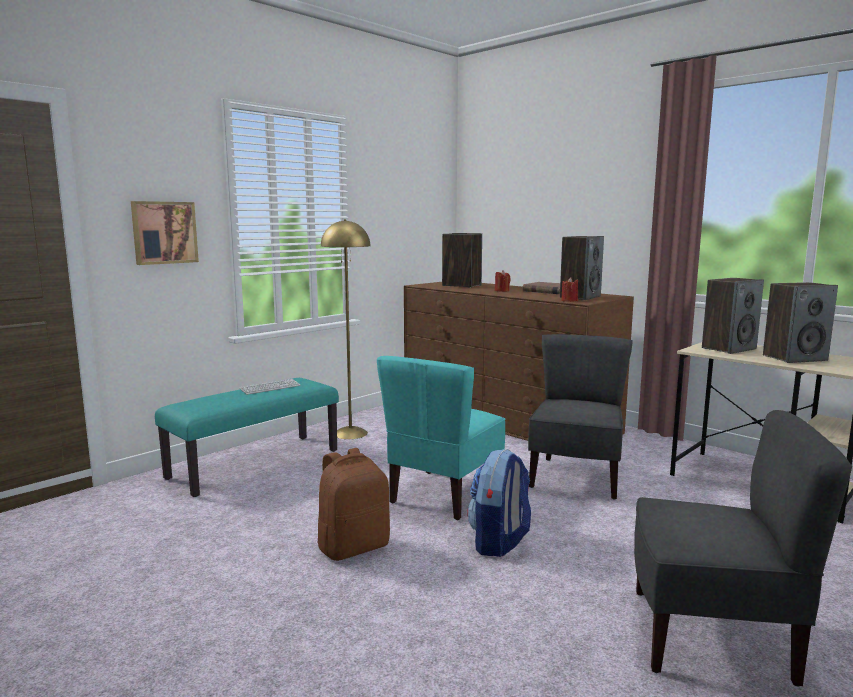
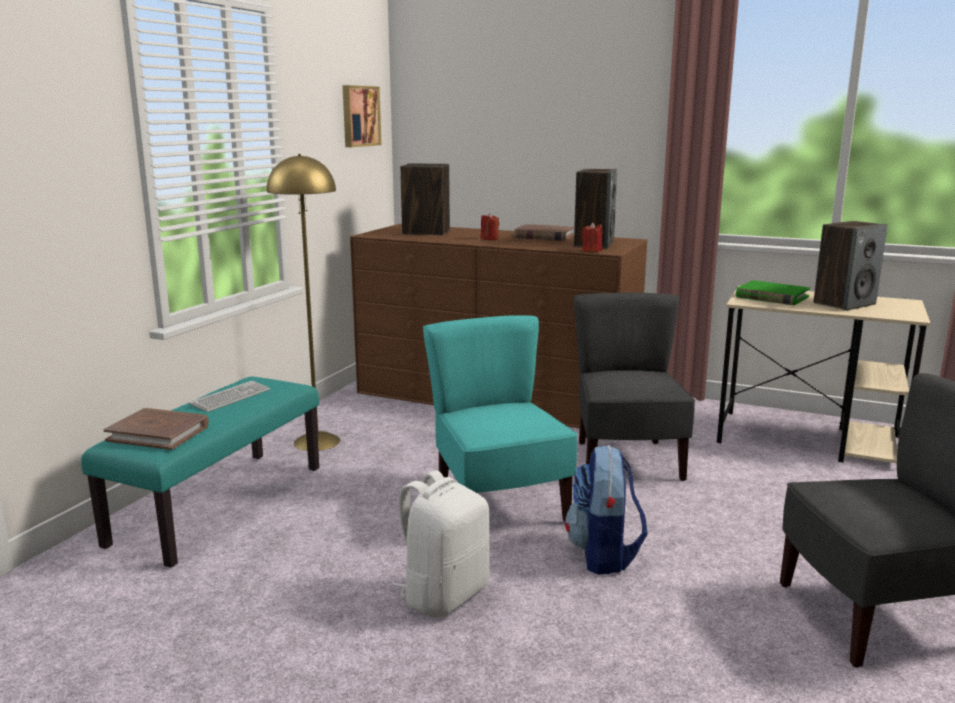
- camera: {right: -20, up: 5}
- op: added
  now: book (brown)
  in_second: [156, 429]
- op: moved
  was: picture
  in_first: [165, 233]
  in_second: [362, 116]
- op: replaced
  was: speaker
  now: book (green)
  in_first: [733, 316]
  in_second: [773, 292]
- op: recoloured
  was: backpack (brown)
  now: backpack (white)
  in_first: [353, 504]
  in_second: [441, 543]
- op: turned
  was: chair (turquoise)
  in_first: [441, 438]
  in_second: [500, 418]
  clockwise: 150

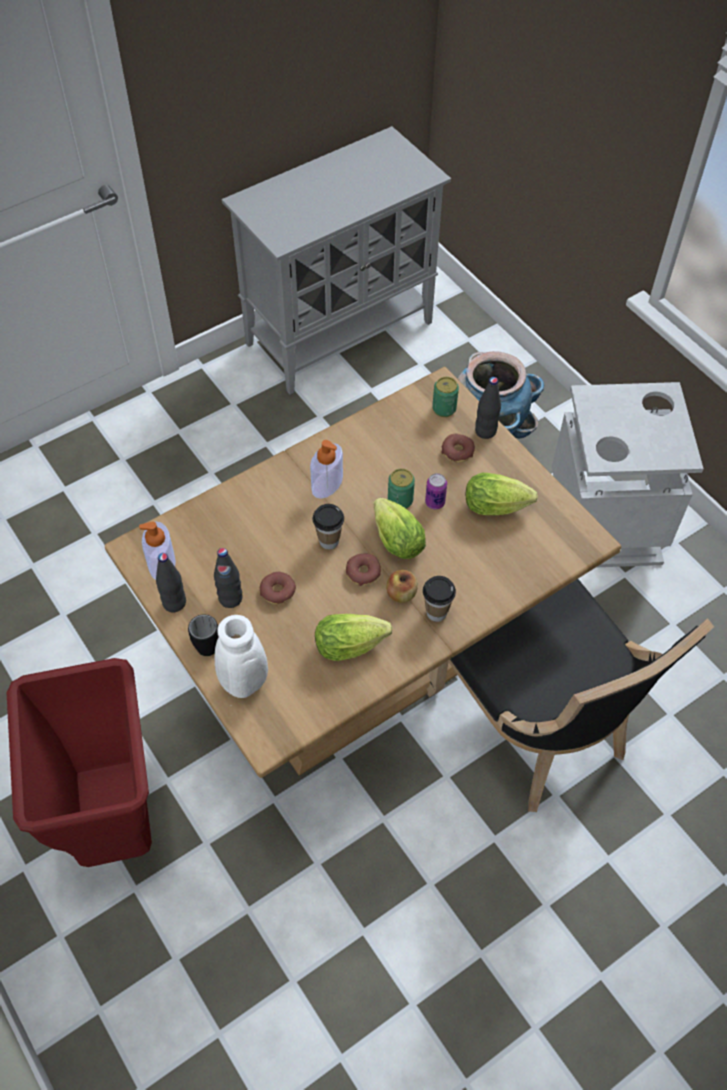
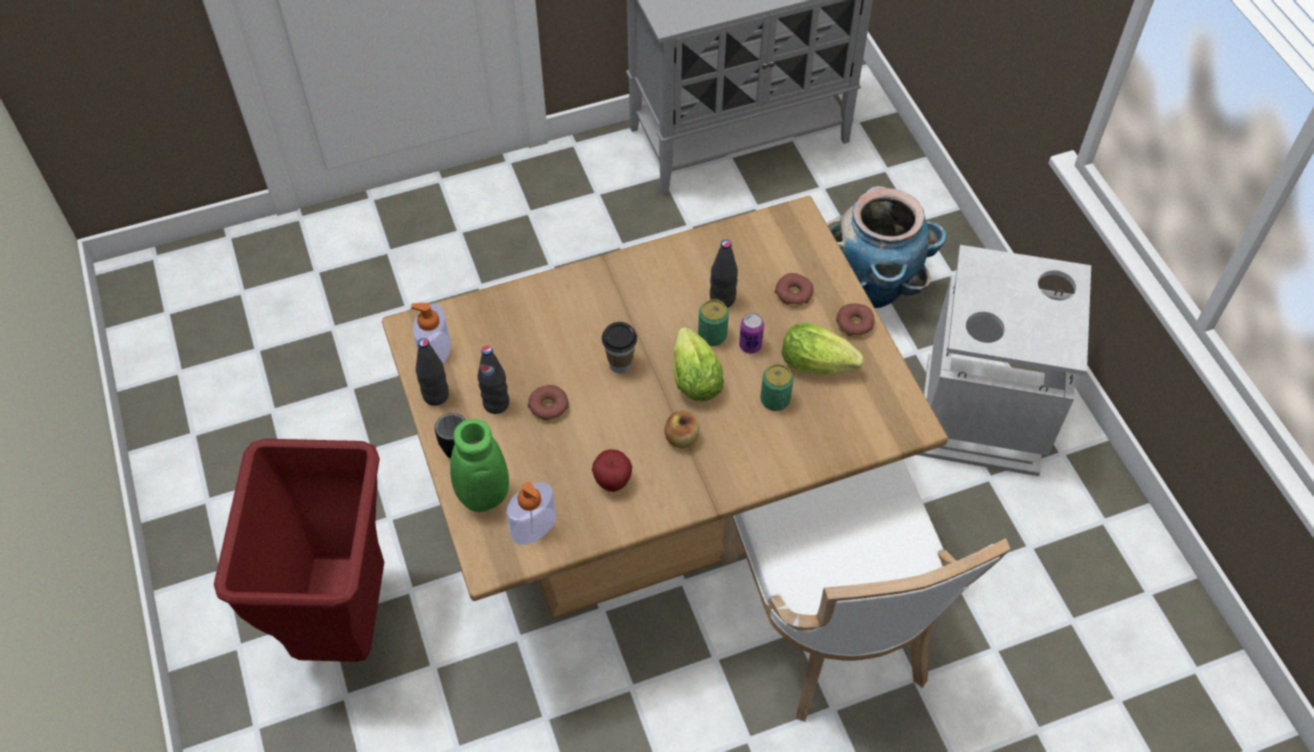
- camera: {right: 15, up: 0}
- op: removed
  was: cup
  in_first: [439, 599]
- op: moved
  was: soap dispenser
  in_first: [326, 469]
  in_second: [531, 513]
- op: moved
  was: donut
  in_first: [363, 570]
  in_second: [855, 320]
- op: moved
  was: can
  in_first: [445, 397]
  in_second: [777, 387]
- op: moved
  was: bottle (black)
  in_first: [488, 408]
  in_second: [724, 273]
- op: replaced
  was: lettuce
  now: apple
  in_first: [353, 637]
  in_second: [612, 470]
- op: recoloured
  was: vase (white)
  now: vase (green)
  in_first: [241, 656]
  in_second: [475, 466]
- op: recoloured
  was: chair (black)
  now: chair (white)
  in_first: [570, 695]
  in_second: [865, 590]

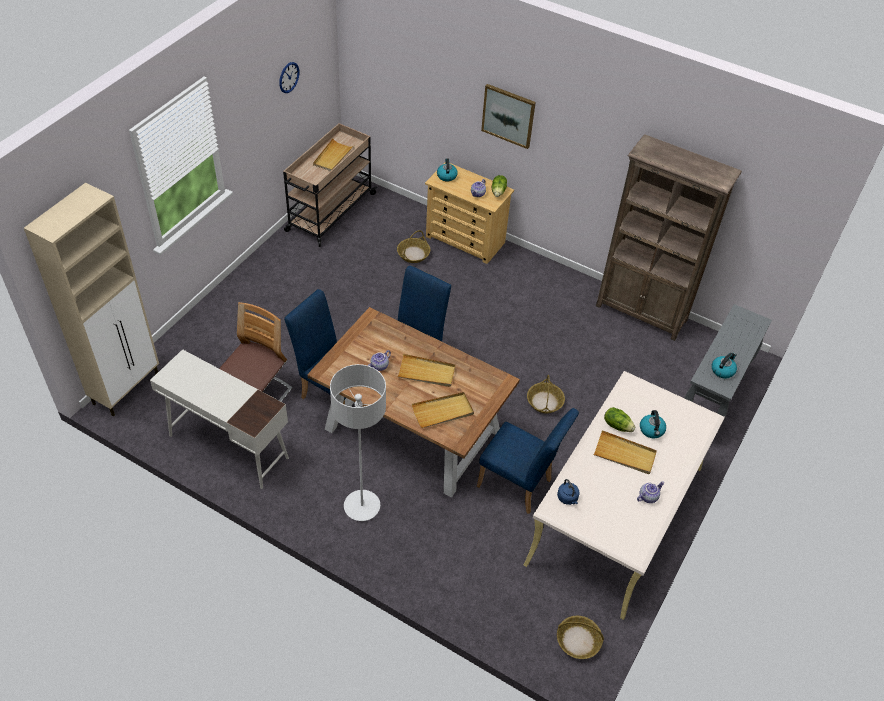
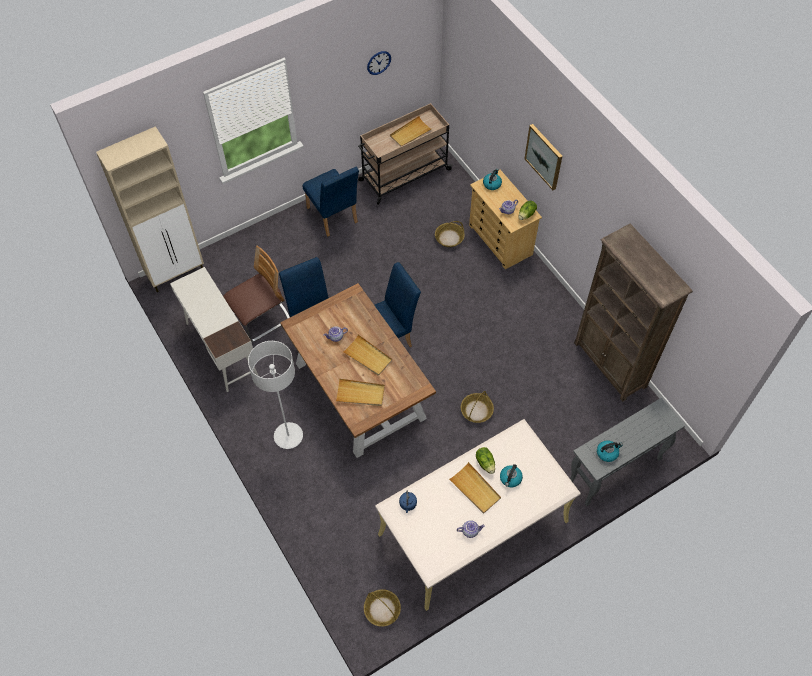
- camera: {right: 30, up: 10}
- op: moved
  was: chair (blue)
  in_first: [528, 461]
  in_second: [331, 202]

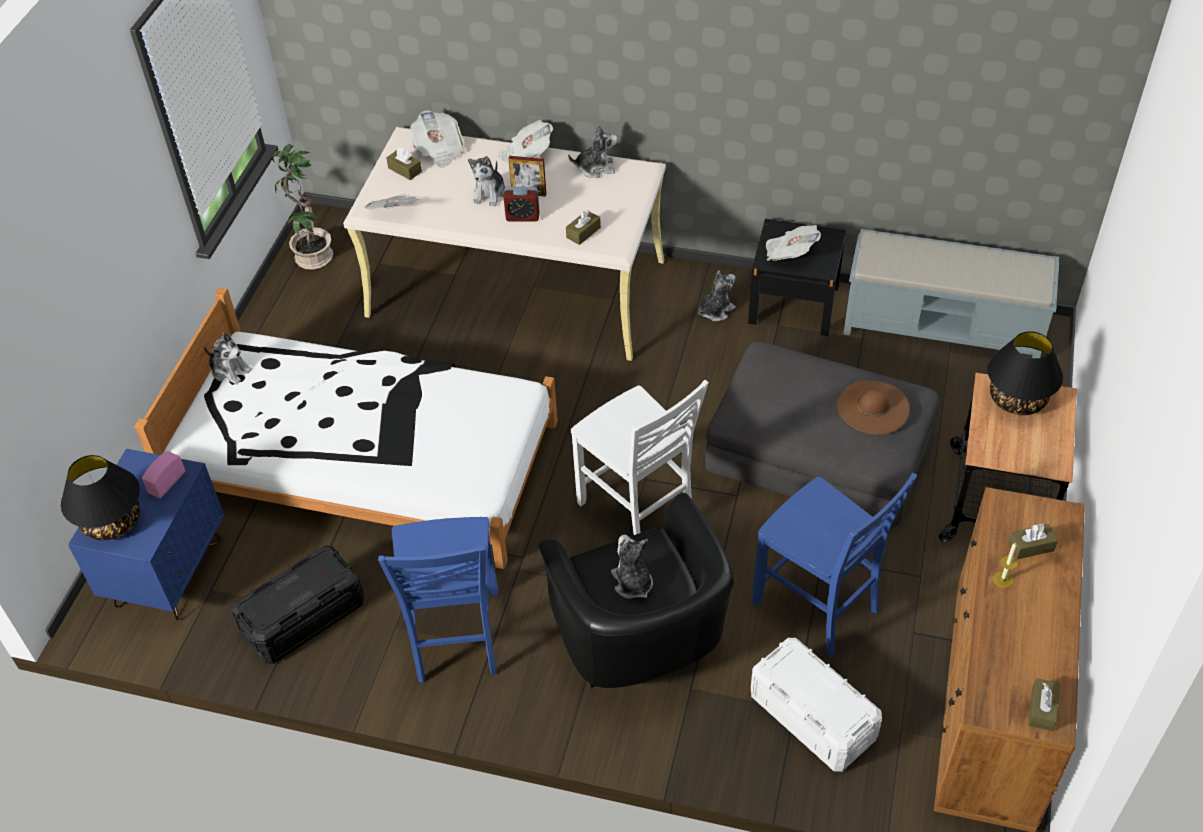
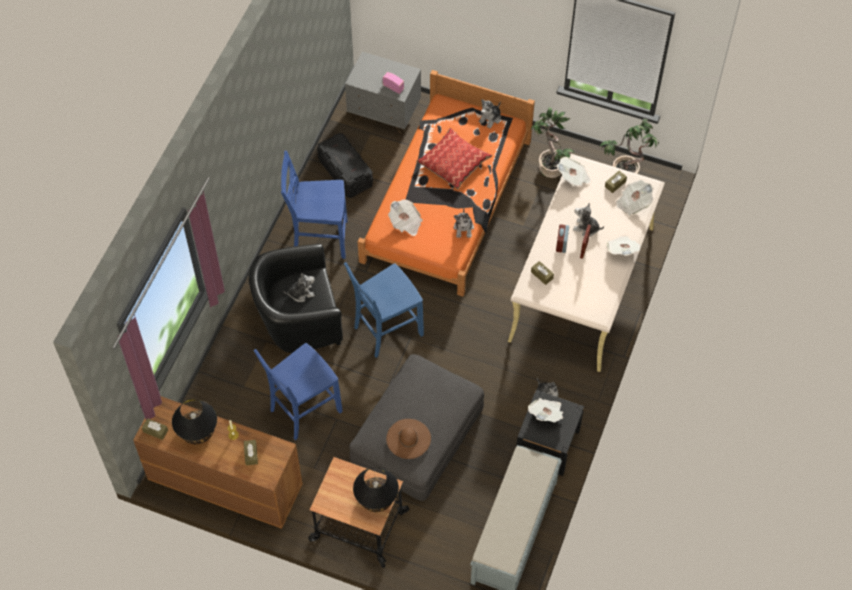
- camera: {right: 95, up: 10}
- op: removed
  was: storage box (white)
  in_first: [816, 705]
- op: added
  now: newspaper
  in_second: [405, 217]
- op: added
  now: pillow
  in_second: [454, 159]
- op: added
  now: potted plant
  in_second: [552, 142]
- op: moved
  was: table lamp (black)
  in_first: [100, 497]
  in_second: [194, 421]
- op: moved
  was: plush toy
  in_first: [593, 151]
  in_second: [464, 223]
- op: recoloured
  was: nightstand (blue)
  now: nightstand (grey)
  in_first: [146, 534]
  in_second: [383, 93]
- op: recoloured
  was: bed (white)
  now: bed (orange)
  in_first: [346, 428]
  in_second: [446, 183]
- op: recoloured
  was: chair (white)
  now: chair (blue)
  in_first: [640, 457]
  in_second: [384, 310]

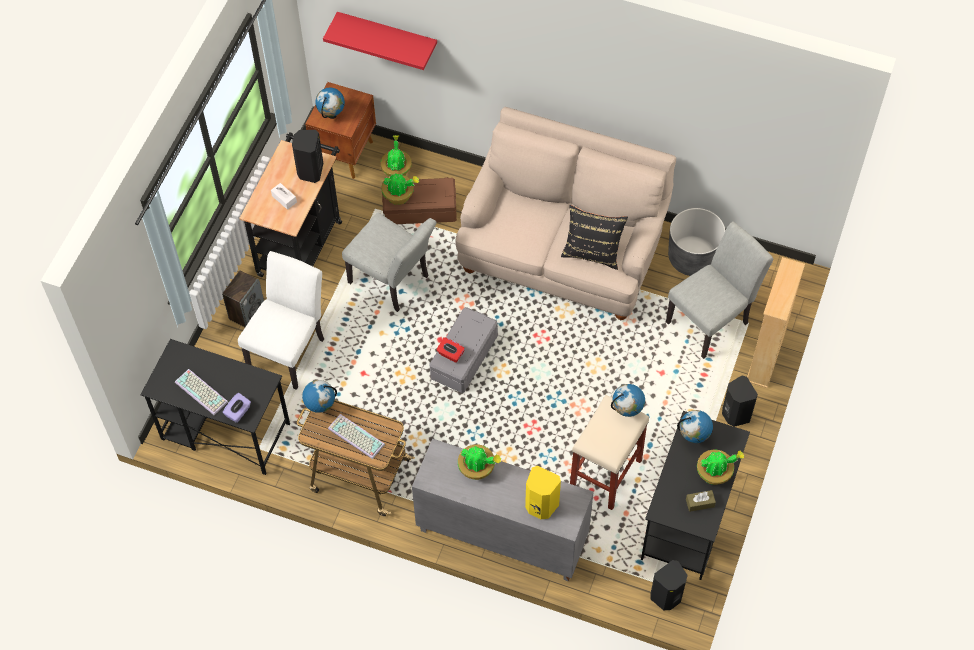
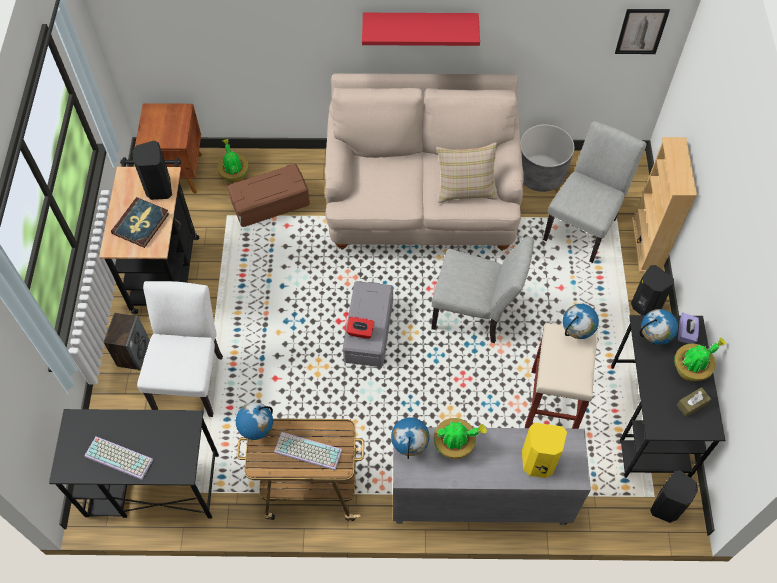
- camera: {right: -20, up: 0}
- op: removed
  was: potted plant
  in_first: [400, 189]
- op: added
  now: picture
  in_second: [642, 31]
- op: moved
  was: tissue box (purple)
  in_first: [236, 408]
  in_second: [688, 328]
- op: moved
  was: globe
  in_first: [330, 103]
  in_second: [410, 438]
- op: moved
  was: shelf (red)
  in_first: [380, 41]
  in_second: [421, 29]
- op: moved
  was: chair (grey)
  in_first: [389, 262]
  in_second: [482, 289]
- op: replaced
  was: tissue box (white)
  now: book
  in_first: [284, 196]
  in_second: [140, 222]
- op: recoloured
  was: pillow (black)
  now: pillow (beige)
  in_first: [594, 237]
  in_second: [467, 172]

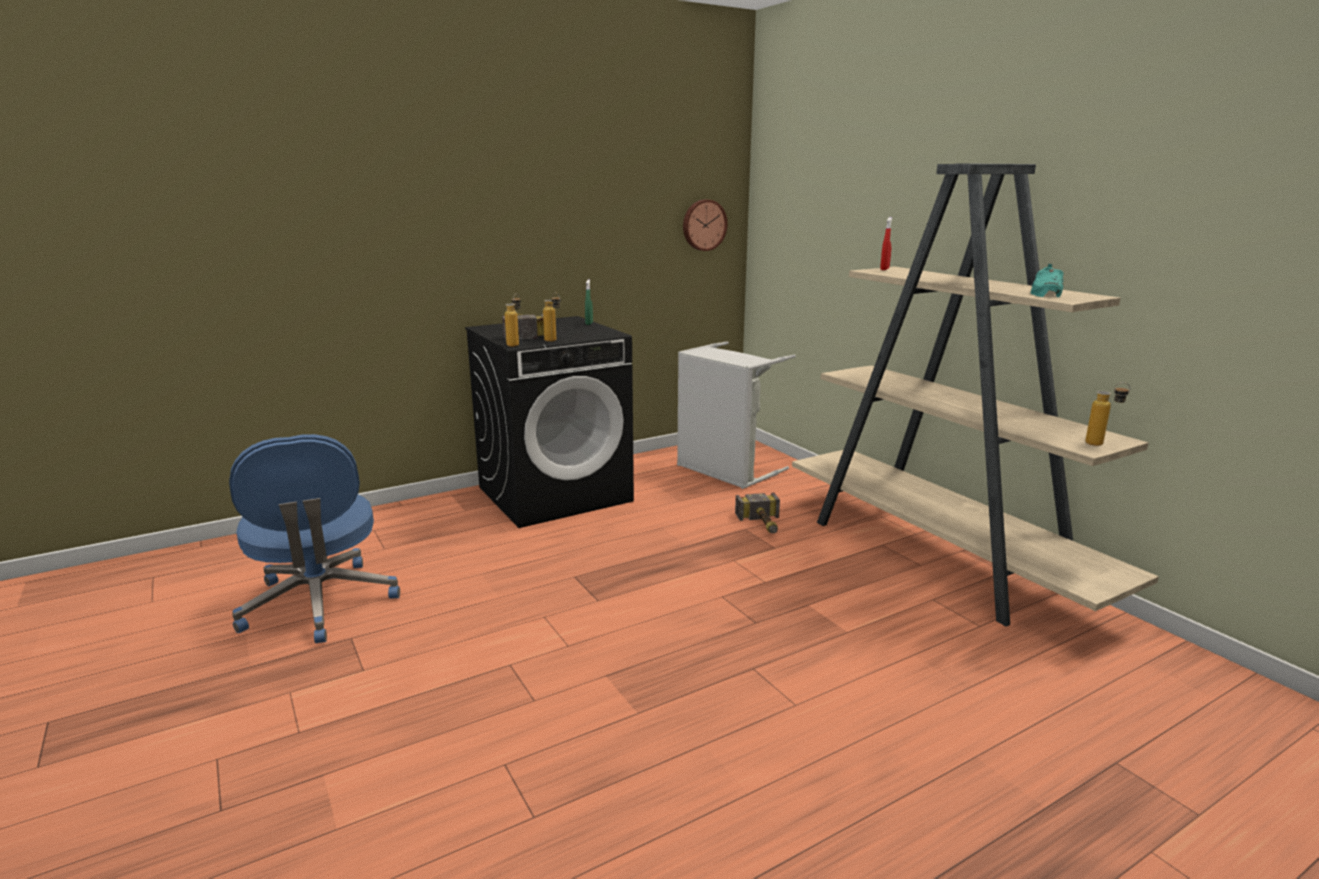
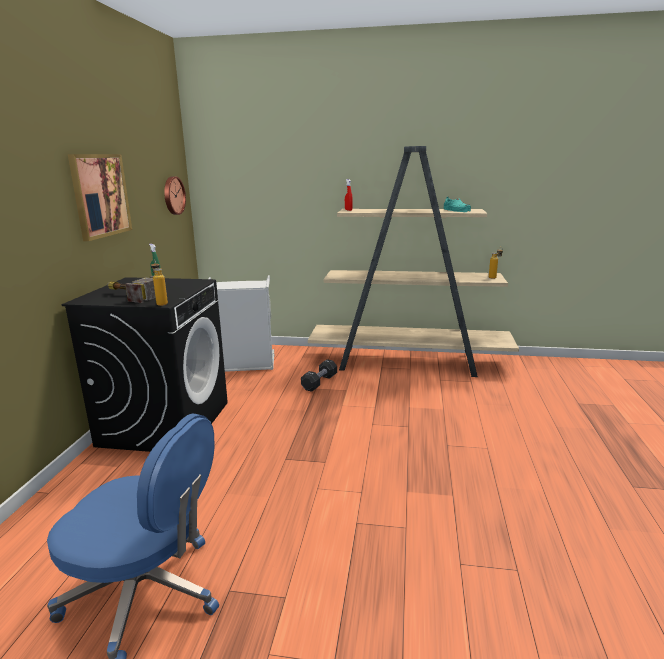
- camera: {right: -50, up: 0}
- op: removed
  was: bottle
  in_first: [552, 317]
- op: added
  now: picture
  in_second: [100, 197]
- op: replaced
  was: hammer
  now: dumbbell (black)
  in_first: [757, 513]
  in_second: [319, 375]

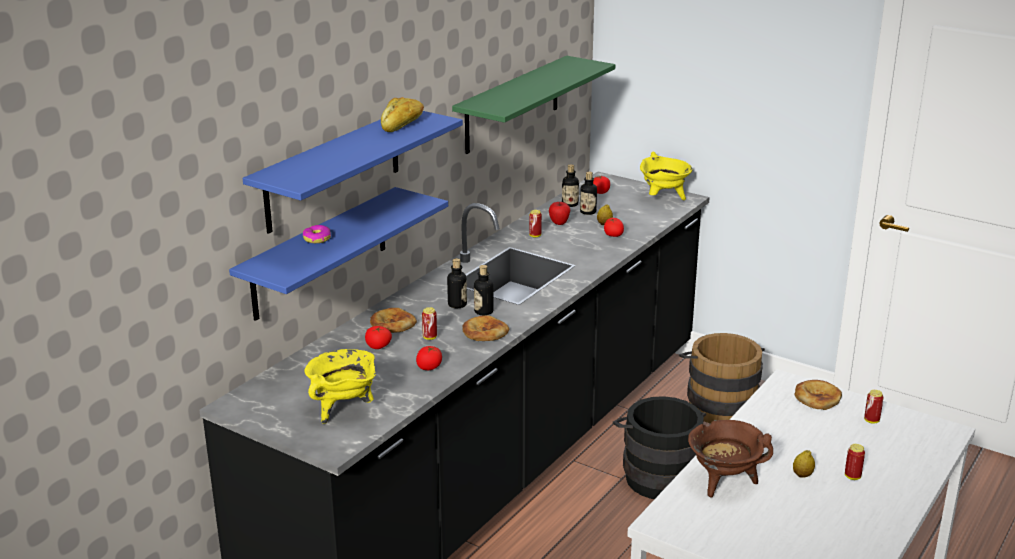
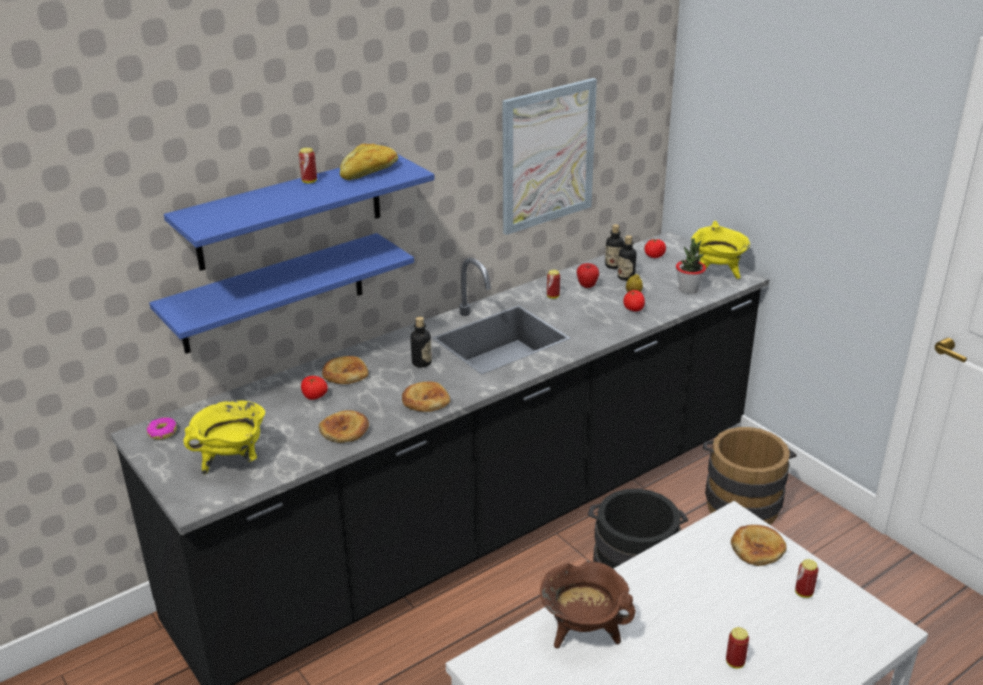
- camera: {right: 20, up: 5}
- op: removed
  was: bottle
  in_first: [484, 290]
- op: removed
  was: lemon
  in_first: [804, 464]
- op: added
  now: potted plant
  in_second: [691, 266]
- op: moved
  was: donut
  in_first: [317, 234]
  in_second: [162, 428]
- op: moved
  was: can
  in_first: [429, 323]
  in_second: [308, 166]
- op: replaced
  was: tomato
  now: bread
  in_first: [429, 358]
  in_second: [344, 426]
- op: replaced
  was: shelf (green)
  now: picture
  in_first: [533, 105]
  in_second: [549, 156]

